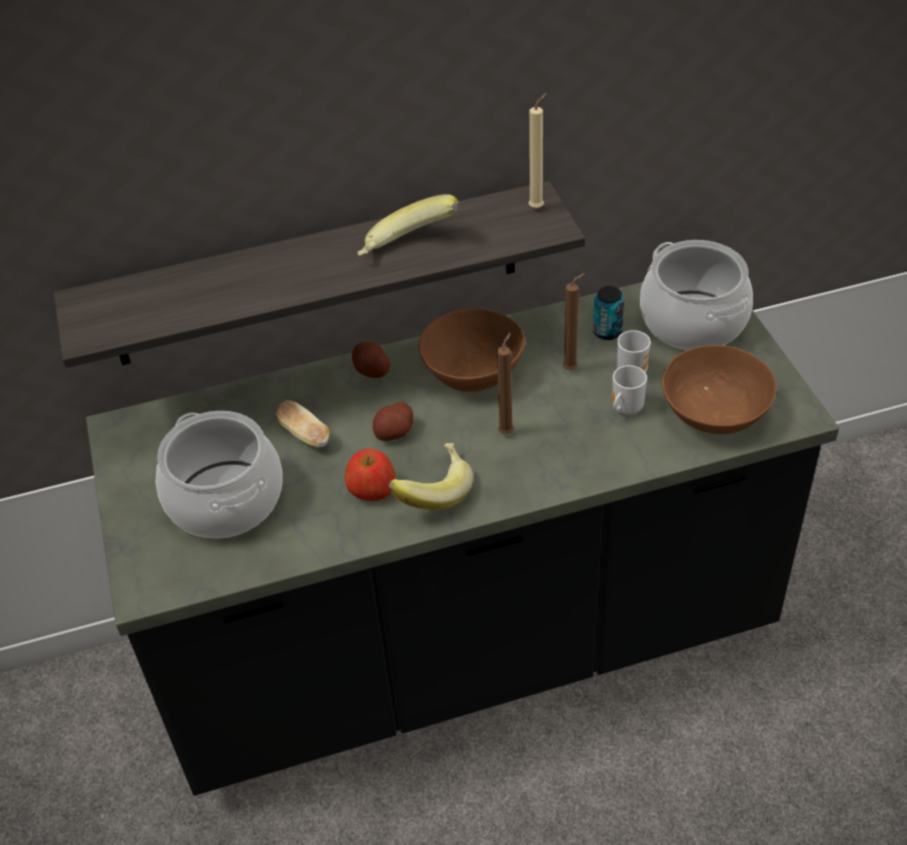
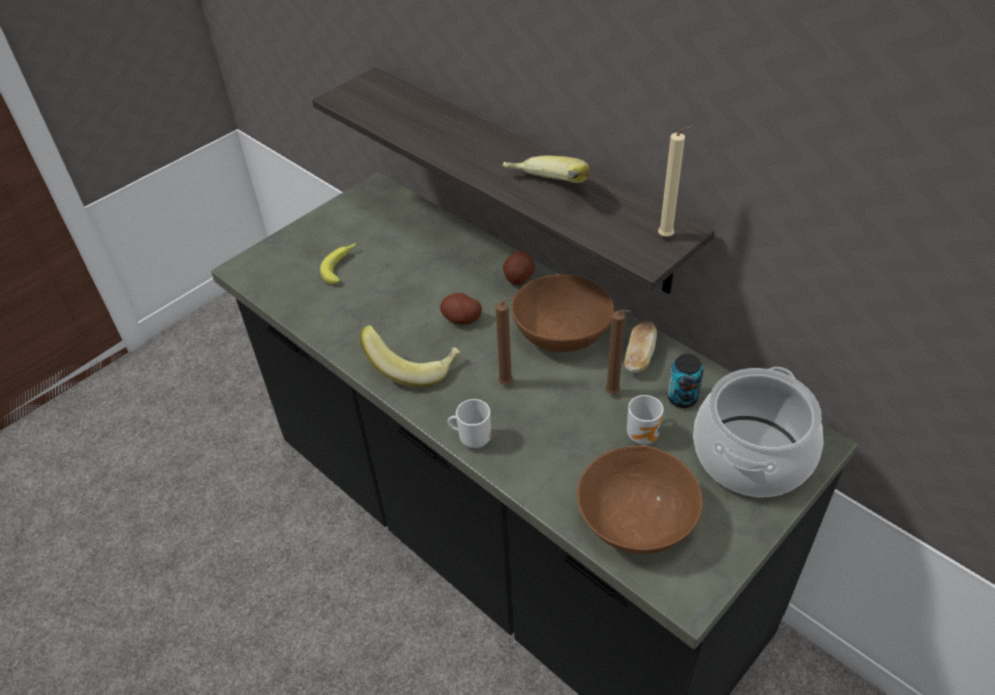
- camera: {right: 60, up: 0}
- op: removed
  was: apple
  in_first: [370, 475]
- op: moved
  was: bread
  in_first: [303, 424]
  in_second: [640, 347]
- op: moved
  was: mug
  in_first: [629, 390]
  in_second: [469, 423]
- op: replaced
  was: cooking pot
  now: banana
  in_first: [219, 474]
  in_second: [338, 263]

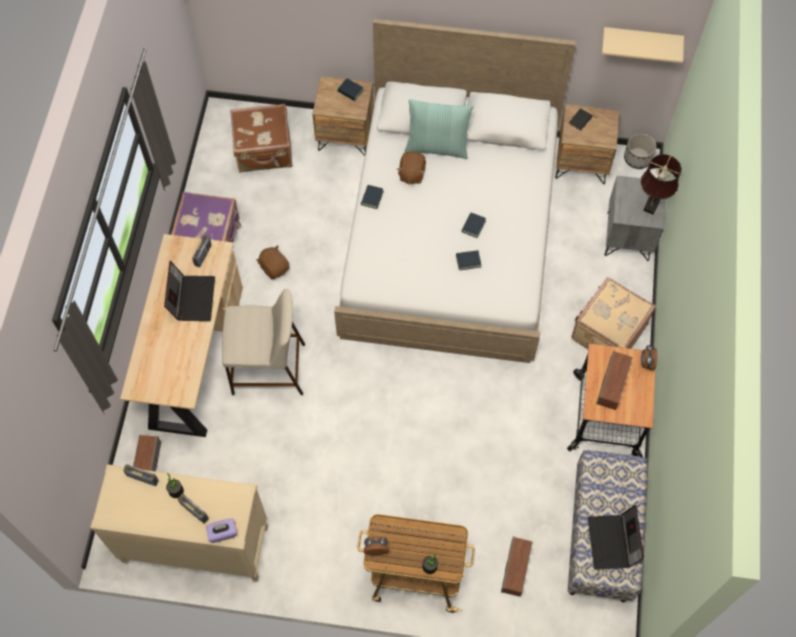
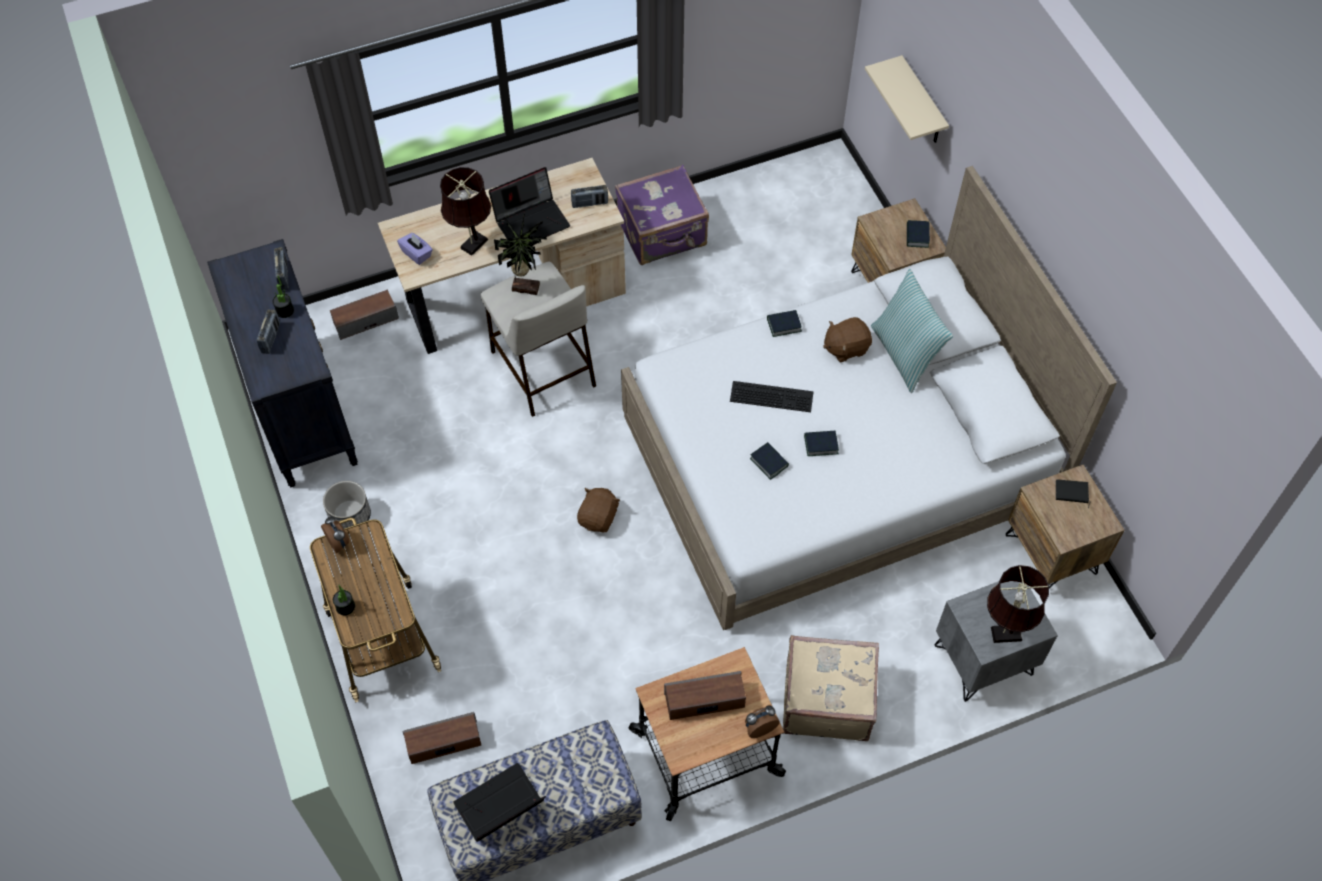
- camera: {right: 60, up: -5}
- op: removed
  was: suitcase (brown)
  in_first: [261, 138]
- op: added
  now: table lamp (brown)
  in_second: [465, 211]
- op: added
  now: potted plant
  in_second: [520, 254]
- op: added
  now: keyboard
  in_second: [772, 396]
- op: moved
  was: tissue box (purple)
  in_first: [221, 530]
  in_second: [415, 249]
- op: moved
  was: plush toy (brown)
  in_first: [272, 262]
  in_second: [598, 510]
- op: moved
  was: shelf (beige)
  in_first: [643, 45]
  in_second: [907, 99]
- op: moved
  was: planter
  in_first: [640, 151]
  in_second: [347, 505]
- op: recoloured
  was: dresser (beige)
  now: dresser (black)
  in_first: [179, 523]
  in_second: [282, 363]

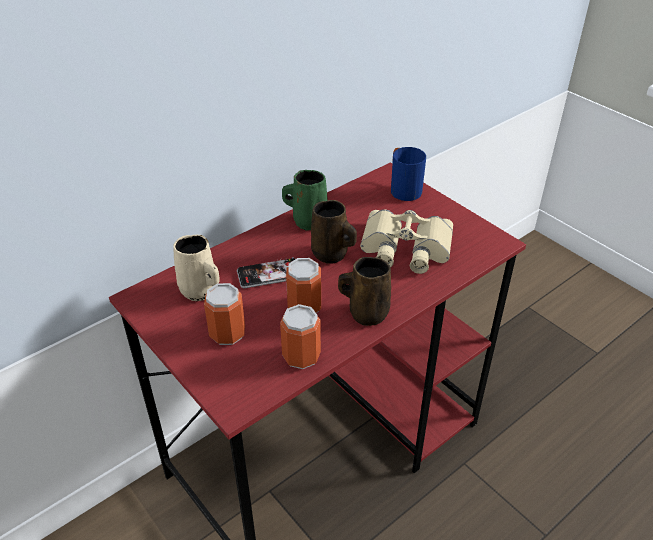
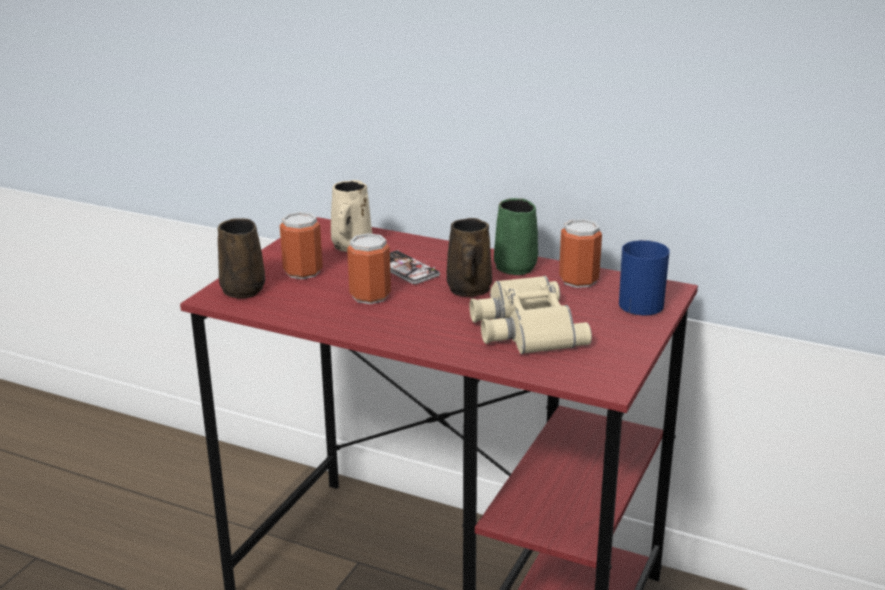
- camera: {right: 65, up: -15}
- op: moved
  was: can
  in_first: [300, 336]
  in_second: [580, 253]
- op: moved
  was: mug (brown)
  in_first: [364, 291]
  in_second: [241, 258]

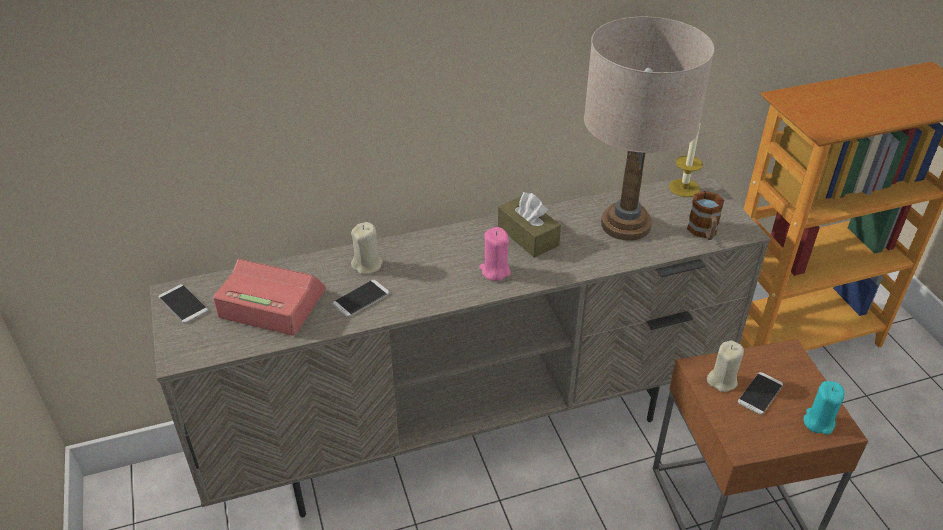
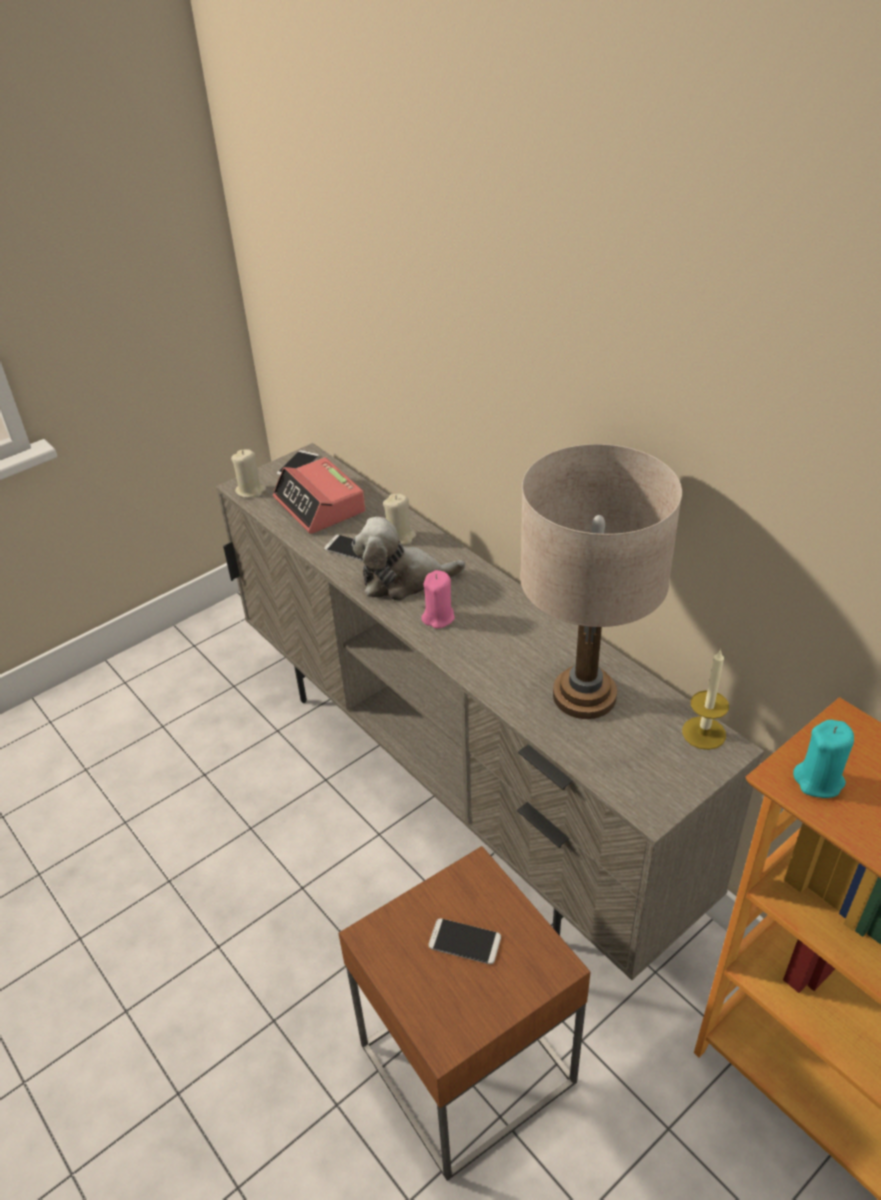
- camera: {right: 70, up: 0}
- op: removed
  was: tissue box (brown)
  in_first: [529, 225]
- op: removed
  was: mug
  in_first: [705, 215]
- op: added
  now: plush toy
  in_second: [409, 559]
- op: moved
  was: candle (beige)
  in_first: [725, 366]
  in_second: [248, 473]
- op: moved
  was: candle (turquoise)
  in_first: [824, 408]
  in_second: [823, 759]
- op: turned
  was: alarm clock
  in_first: [269, 297]
  in_second: [319, 495]
  clockwise: 150

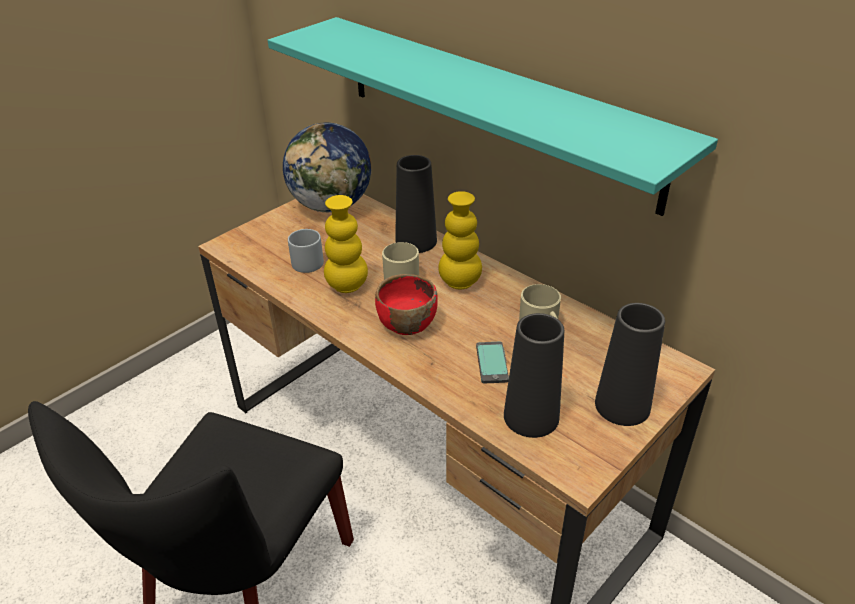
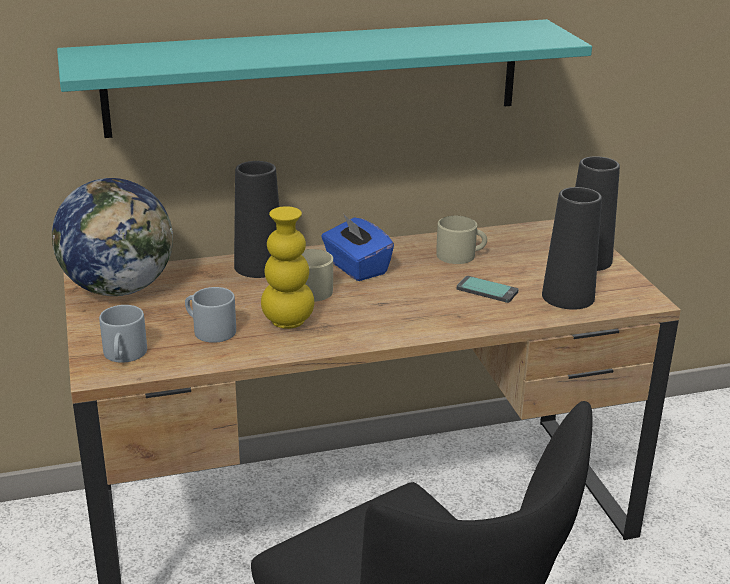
- camera: {right: -60, up: -10}
- op: removed
  was: bowl (red)
  in_first: [406, 304]
- op: added
  now: mug (grey)
  in_second: [123, 334]
- op: replaced
  was: vase (yellow)
  now: tissue box (blue)
  in_first: [460, 240]
  in_second: [357, 248]

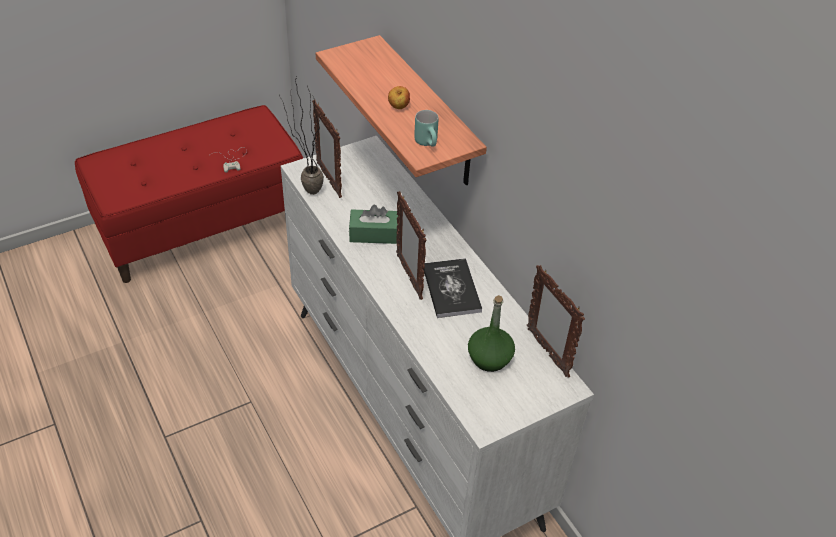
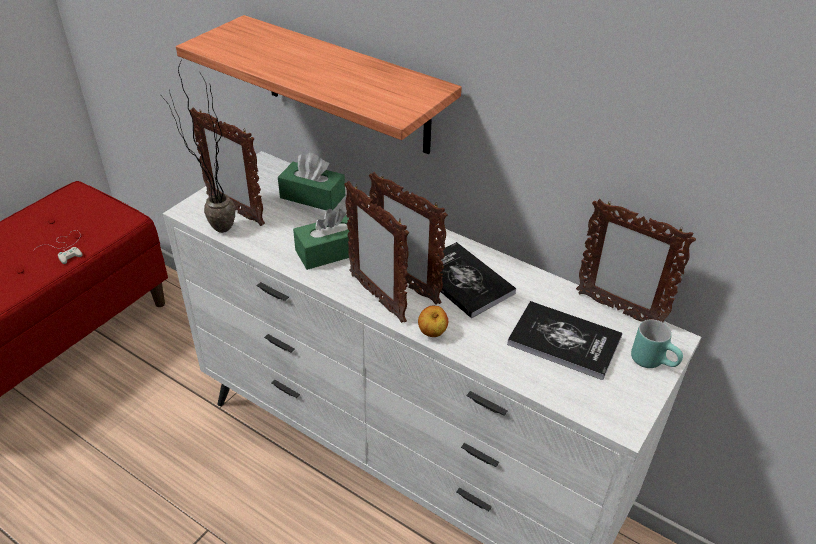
- camera: {right: -25, up: -5}
- op: added
  now: tissue box (green)
  in_second: [311, 182]
- op: added
  now: picture frame
  in_second: [376, 252]
- op: moved
  was: apple
  in_first: [399, 97]
  in_second: [433, 321]
- op: moved
  was: mug (turquoise)
  in_first: [426, 128]
  in_second: [657, 344]
- op: replaced
  was: bottle (green)
  now: book
  in_first: [491, 333]
  in_second: [564, 340]

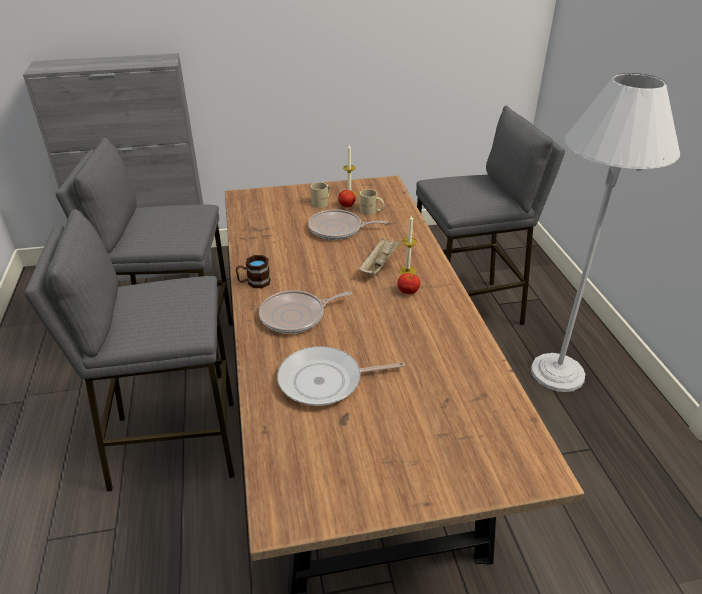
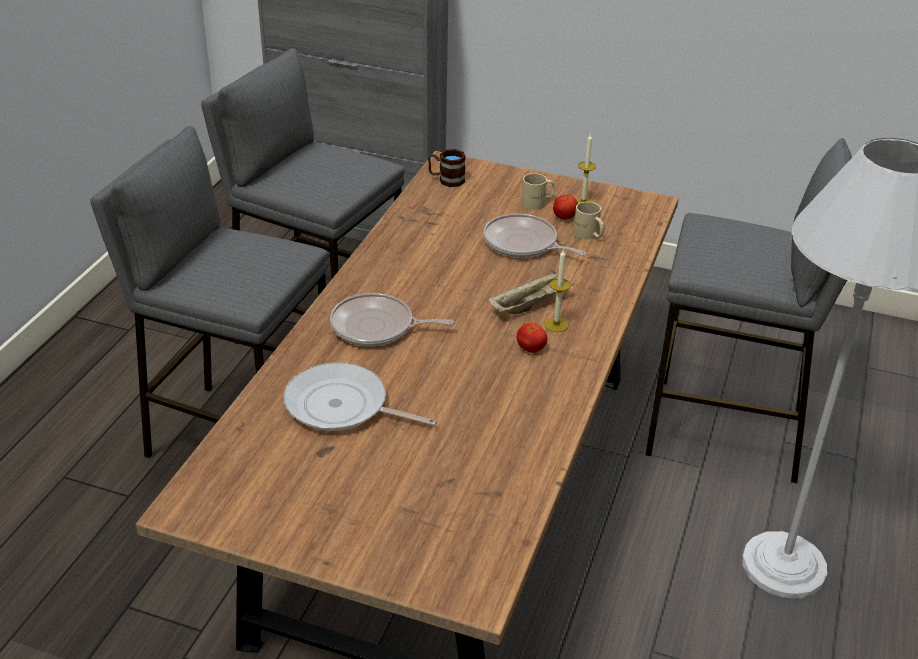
- camera: {right: 30, up: 0}
- op: moved
  was: mug (brown)
  in_first: [253, 271]
  in_second: [447, 168]

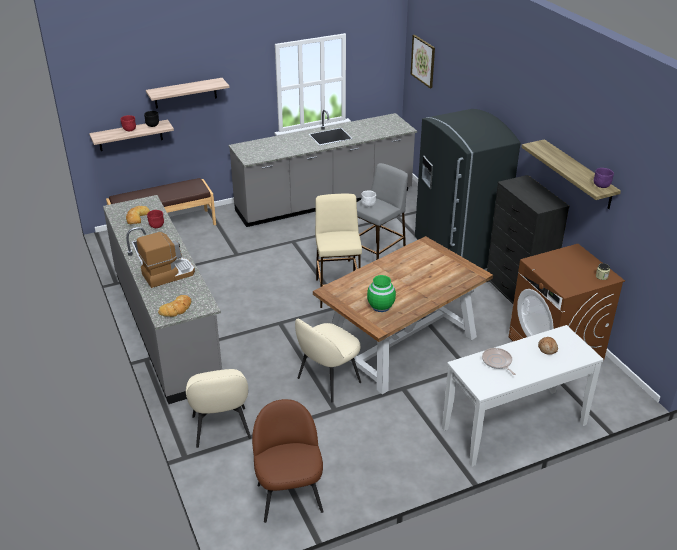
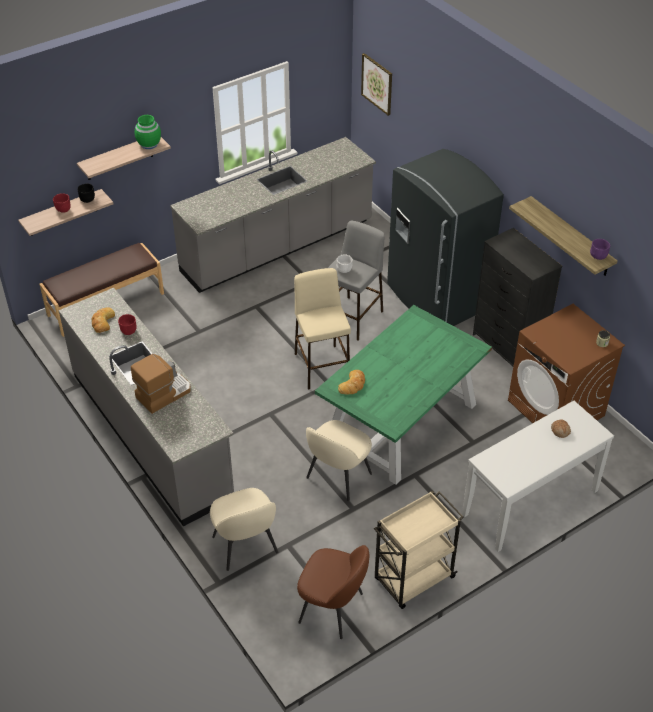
- camera: {right: -10, up: 10}
- op: removed
  was: frying pan
  in_first: [499, 361]
- op: added
  now: cart (beige)
  in_second: [418, 549]
- op: moved
  was: bread
  in_first: [174, 306]
  in_second: [351, 382]
- op: moved
  was: vase (green)
  in_first: [381, 293]
  in_second: [148, 132]
- op: recoloured
  was: dining table (brown)
  now: dining table (green)
  in_first: [403, 315]
  in_second: [403, 395]
- op: turned
  was: chair (brown)
  in_first: [288, 461]
  in_second: [333, 592]
  clockwise: 135

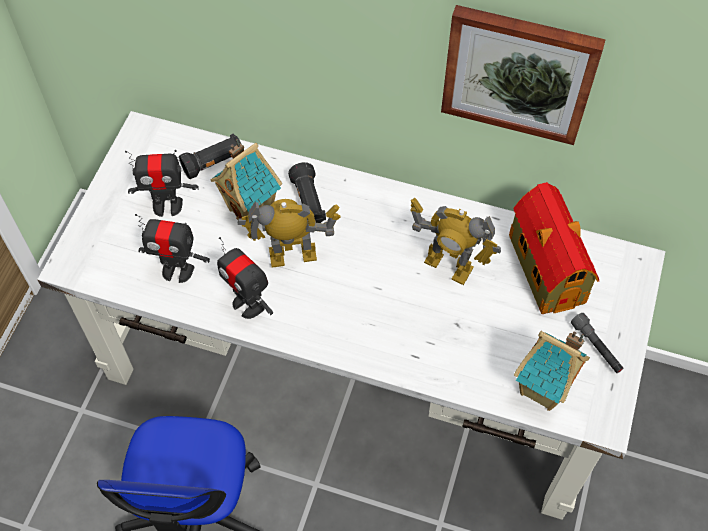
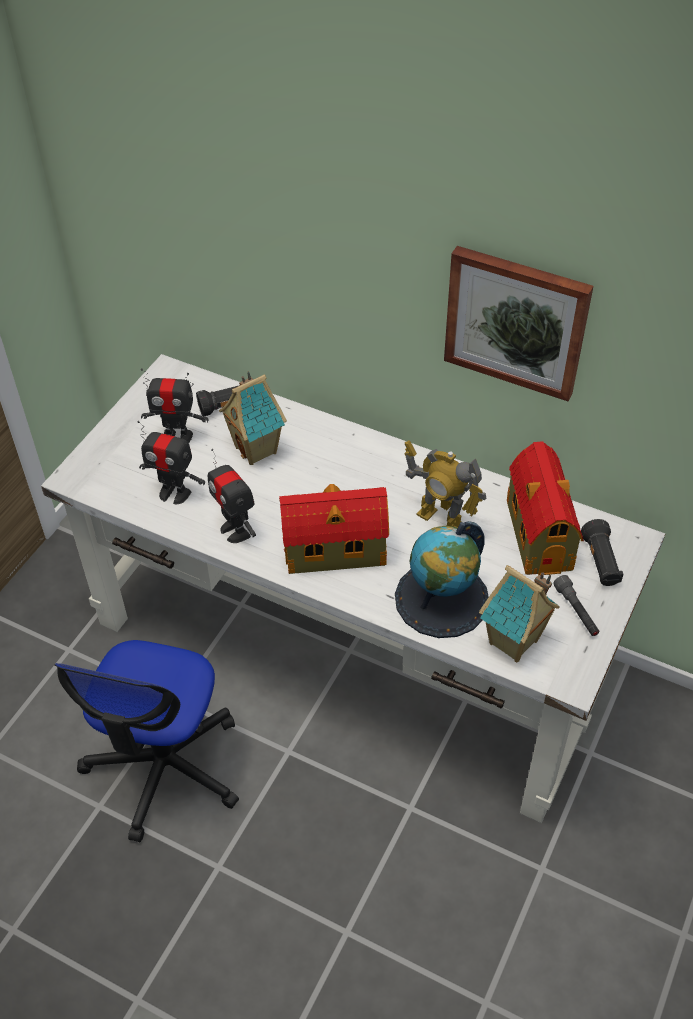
- camera: {right: 10, up: -10}
- op: removed
  was: toy robot
  in_first: [289, 233]
- op: added
  now: toy house
  in_second: [334, 529]
- op: added
  now: globe
  in_second: [442, 579]
- op: moved
  was: flashlight (black)
  in_first: [307, 192]
  in_second: [602, 552]

